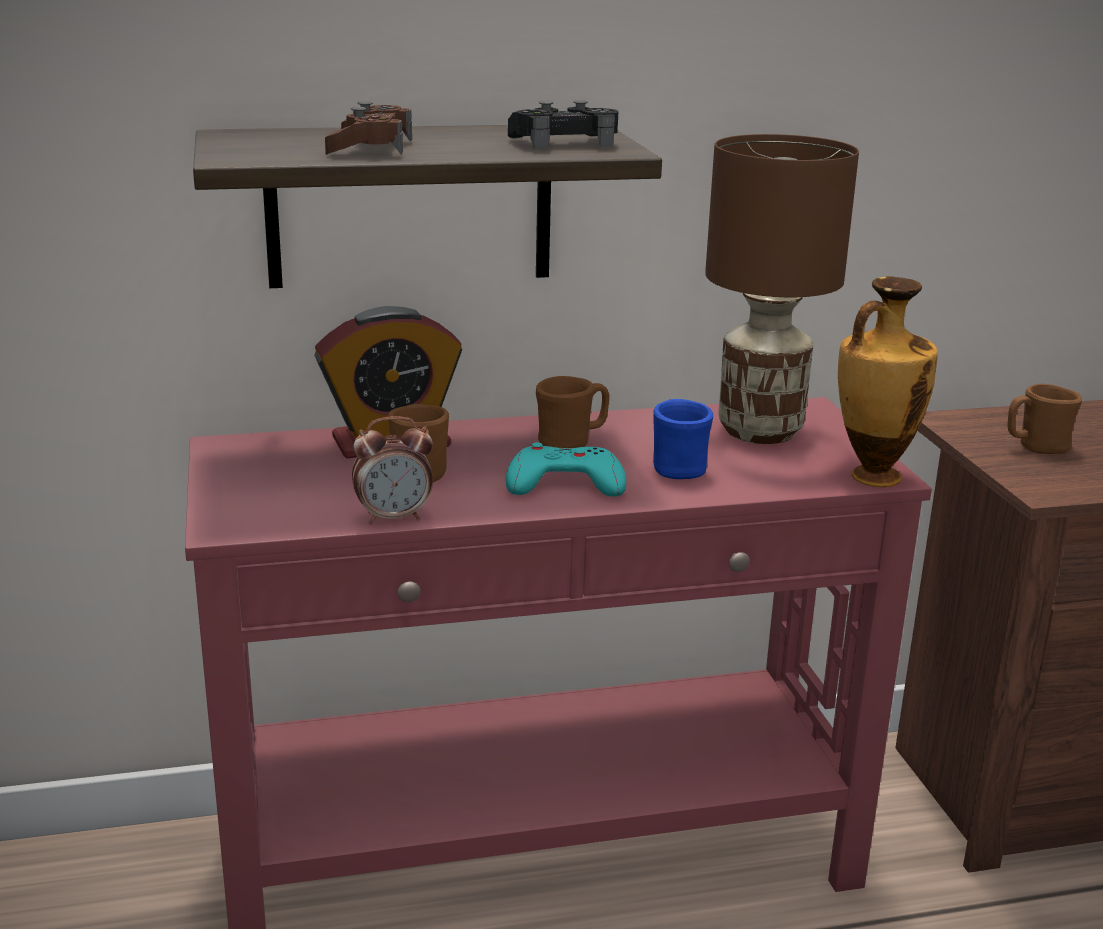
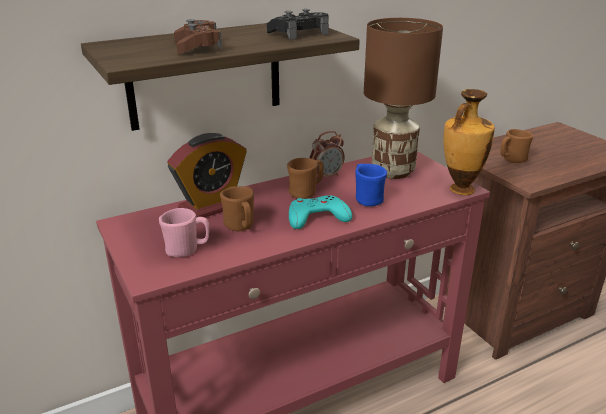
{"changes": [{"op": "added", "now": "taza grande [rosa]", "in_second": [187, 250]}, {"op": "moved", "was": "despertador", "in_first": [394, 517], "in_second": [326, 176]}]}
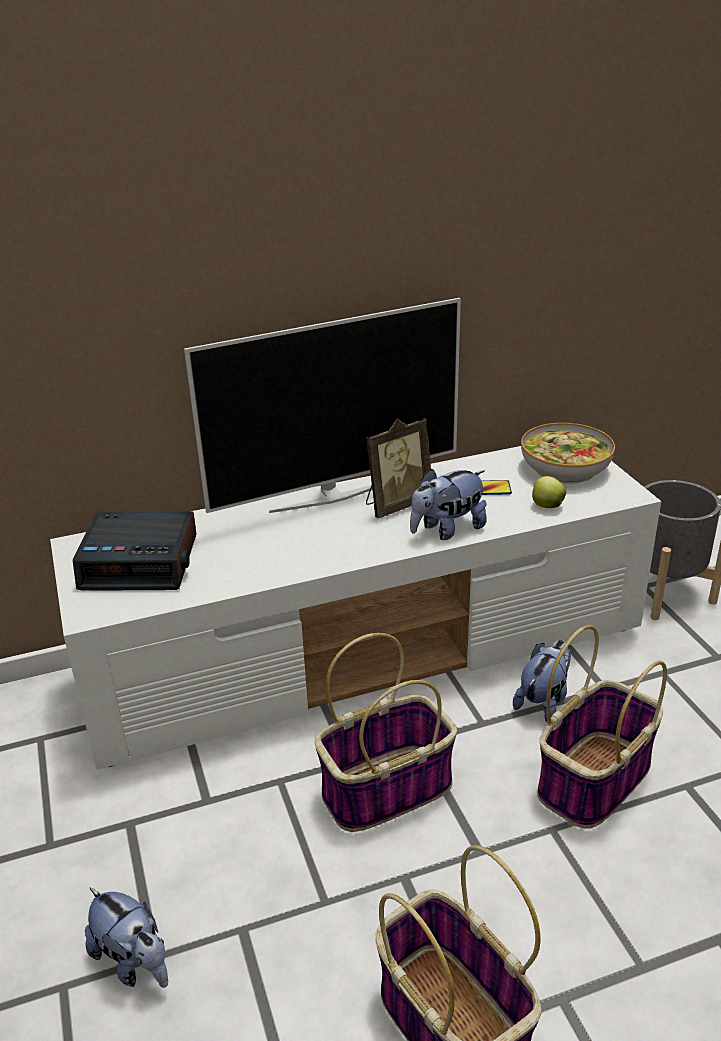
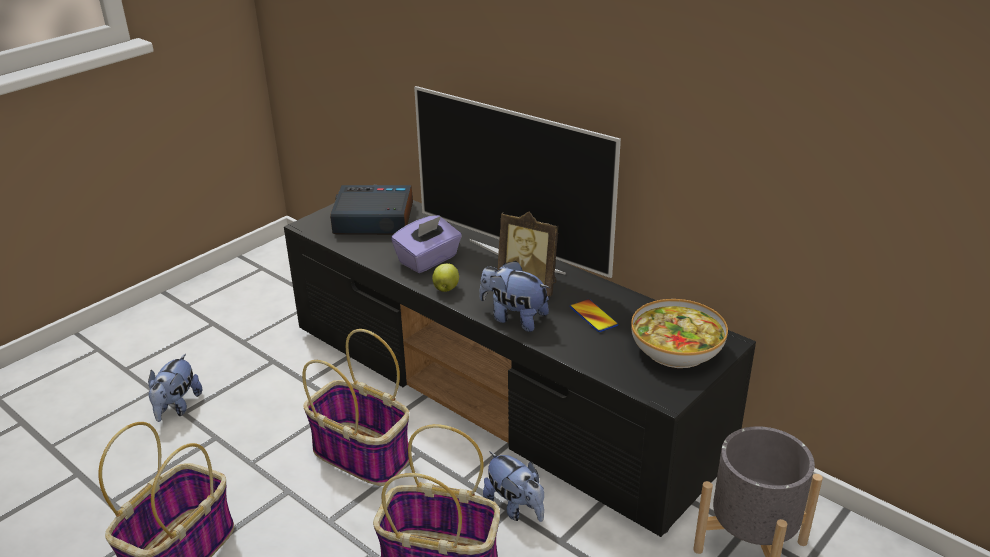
{"changes": [{"op": "recoloured", "was": "mueble de televisión [blanco]", "now": "mueble de televisión [negro]", "in_first": [367, 651], "in_second": [500, 393]}, {"op": "turned", "was": "despertador", "in_first": [141, 562], "in_second": [372, 220], "clockwise": 120}, {"op": "added", "now": "caja de pañuelos [morado]", "in_second": [428, 260]}, {"op": "moved", "was": "manzana", "in_first": [546, 505], "in_second": [446, 289]}, {"op": "turned", "was": "peluche", "in_first": [543, 701], "in_second": [515, 507], "clockwise": 45}]}
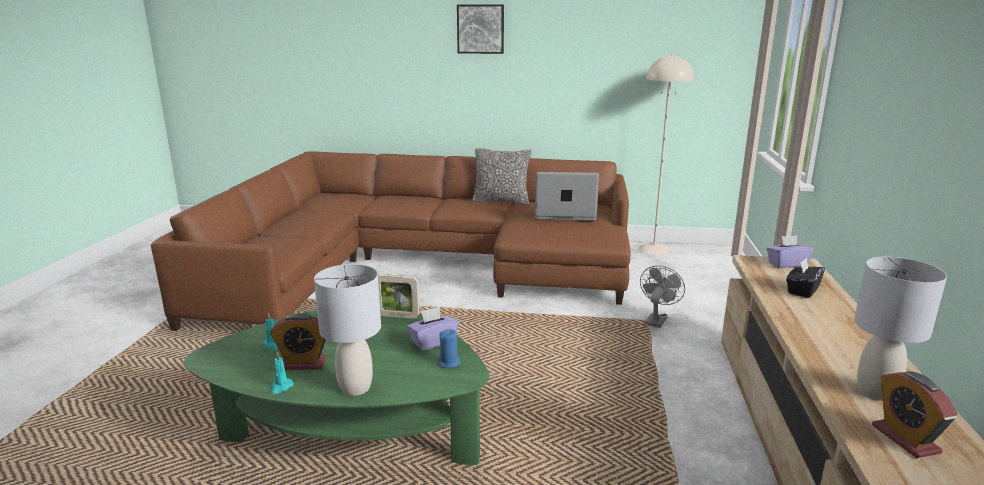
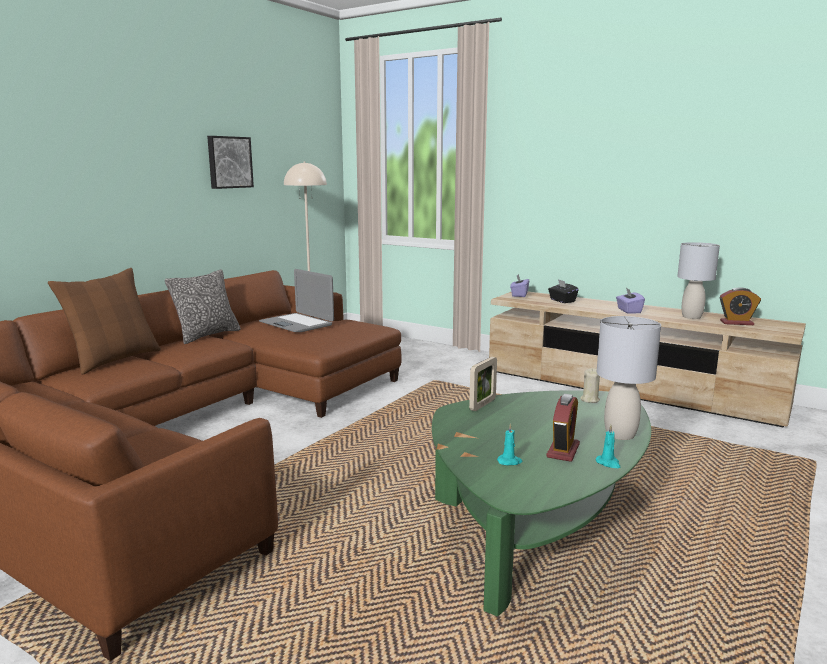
{"changes": [{"op": "added", "now": "cojín [marrón]", "in_second": [114, 360]}, {"op": "moved", "was": "cuadro", "in_first": [480, 29], "in_second": [229, 162]}, {"op": "turned", "was": "portátil", "in_first": [564, 214], "in_second": [297, 324], "clockwise": -75}, {"op": "recoloured", "was": "vela [azul]", "now": "vela [beis]", "in_first": [449, 363], "in_second": [589, 399]}, {"op": "moved", "was": "caja de pañuelos [morado]", "in_first": [433, 342], "in_second": [628, 311]}, {"op": "removed", "was": "ventilador [gris]", "in_first": [656, 319]}]}
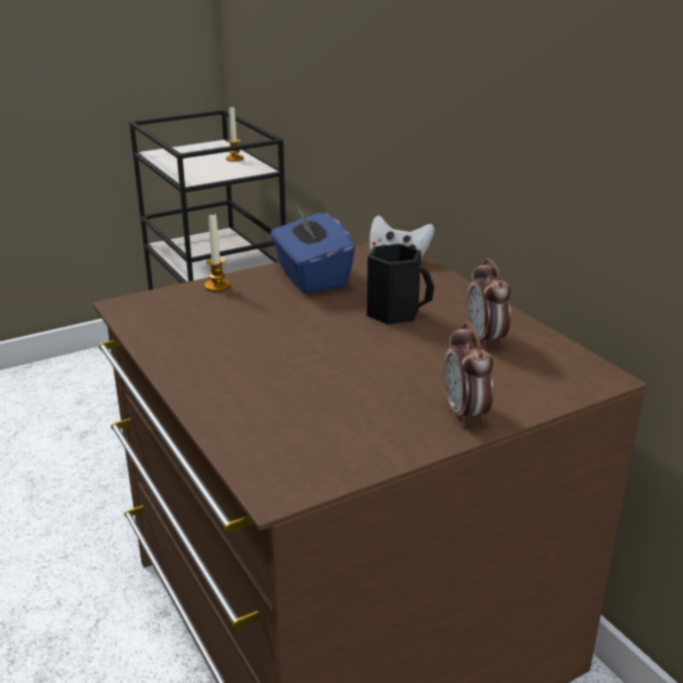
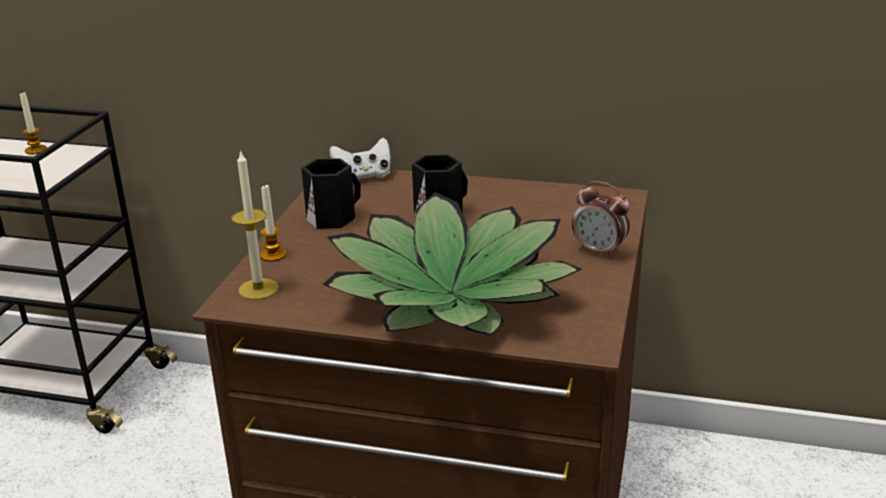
{"changes": [{"op": "added", "now": "vela", "in_second": [258, 289]}, {"op": "replaced", "was": "caja de pañuelos [azul]", "now": "taza grande [negro]", "in_first": [311, 277], "in_second": [332, 217]}, {"op": "added", "now": "planta en maceta", "in_second": [450, 293]}, {"op": "removed", "was": "despertador", "in_first": [486, 339]}]}
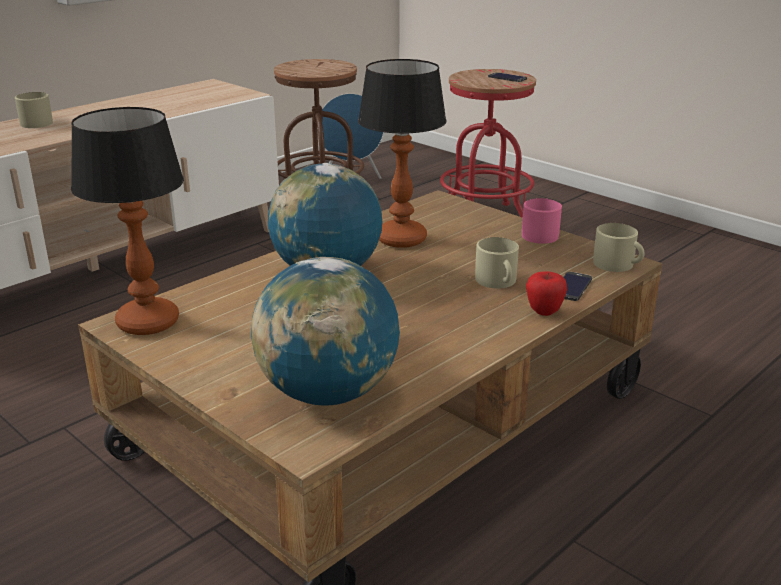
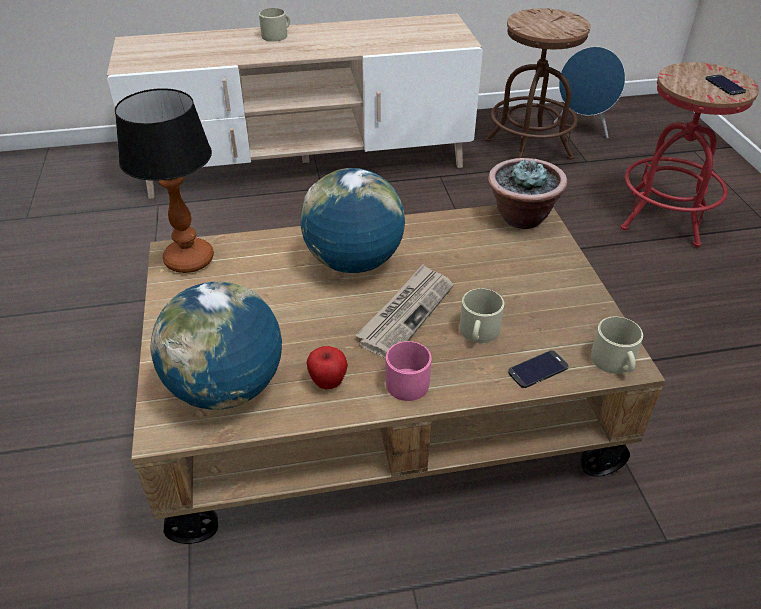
{"changes": [{"op": "moved", "was": "manzana", "in_first": [544, 312], "in_second": [328, 382]}, {"op": "added", "now": "periódico", "in_second": [406, 313]}, {"op": "moved", "was": "taza grande [rosa]", "in_first": [538, 234], "in_second": [409, 380]}, {"op": "added", "now": "planta en maceta", "in_second": [521, 217]}, {"op": "removed", "was": "lámpara de mesa", "in_first": [401, 239]}]}
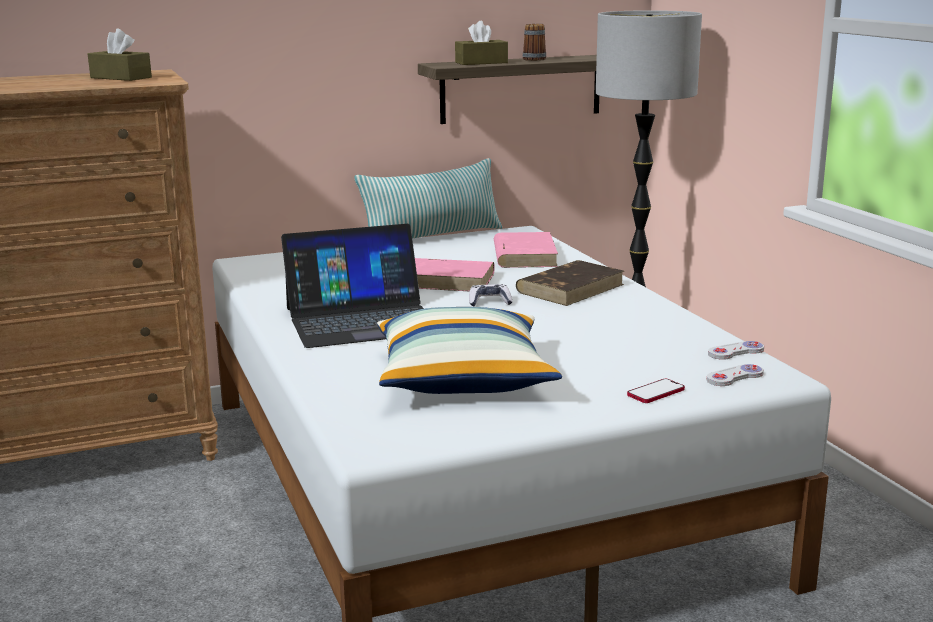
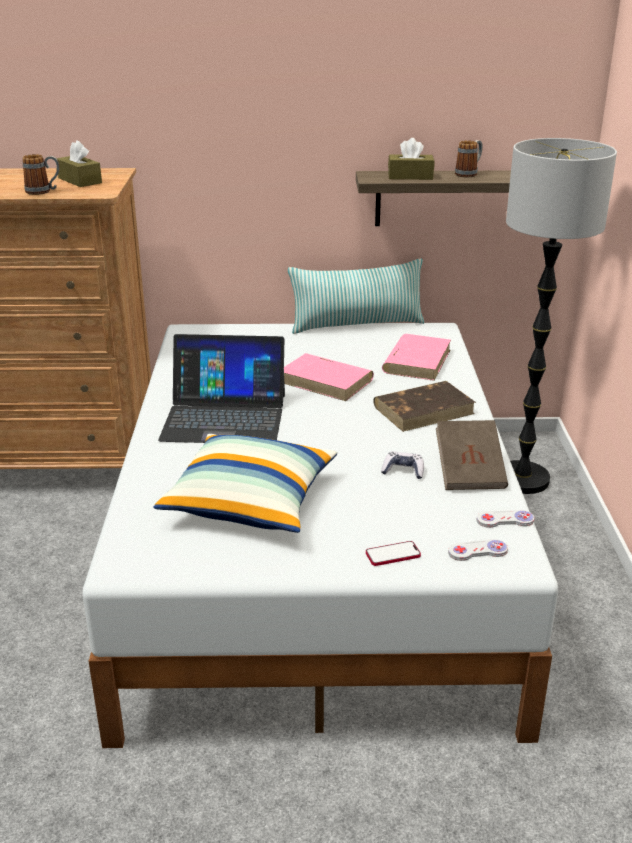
{"changes": [{"op": "added", "now": "taza grande", "in_second": [43, 191]}, {"op": "moved", "was": "mando de consola", "in_first": [489, 302], "in_second": [403, 471]}, {"op": "added", "now": "libro [marrón]", "in_second": [469, 472]}]}
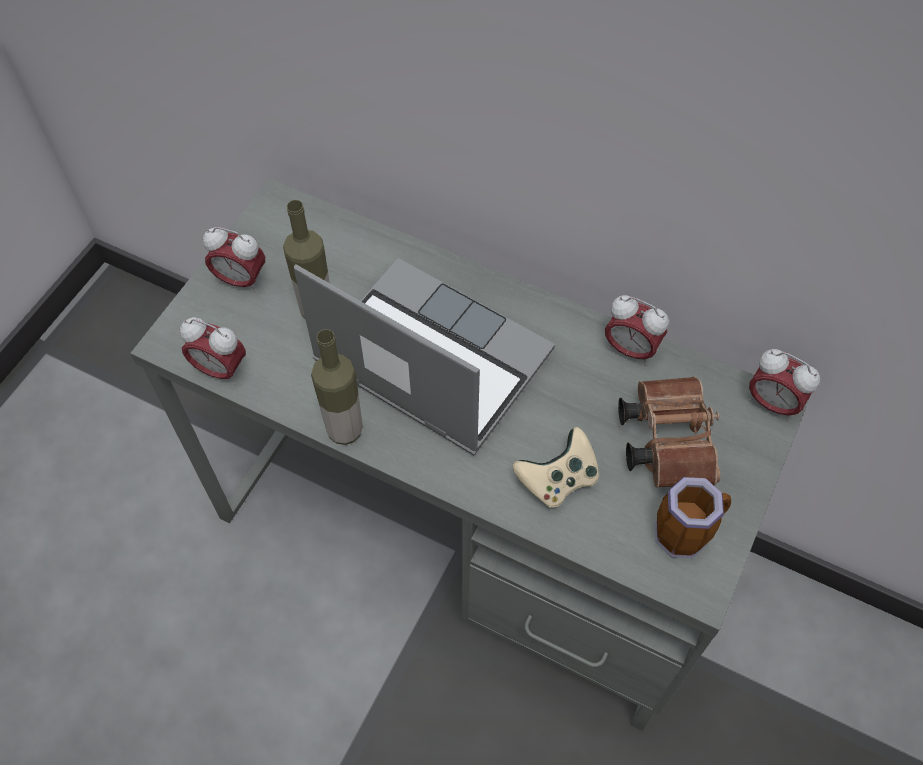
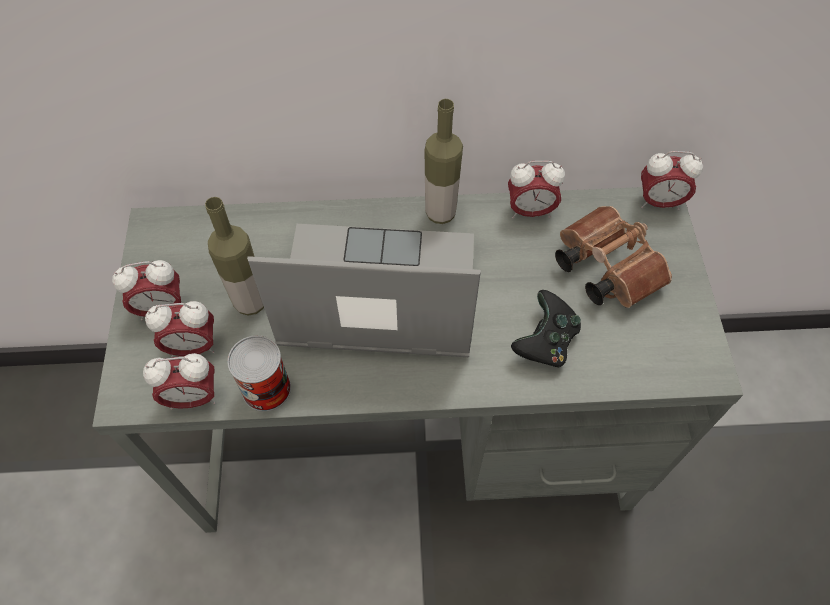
{"changes": [{"op": "added", "now": "despertador", "in_second": [193, 347]}, {"op": "added", "now": "lata", "in_second": [266, 388]}, {"op": "moved", "was": "botella", "in_first": [345, 430], "in_second": [440, 213]}, {"op": "recoloured", "was": "mando de consola [beis]", "now": "mando de consola [negro]", "in_first": [557, 479], "in_second": [545, 341]}, {"op": "removed", "was": "taza grande", "in_first": [684, 531]}]}
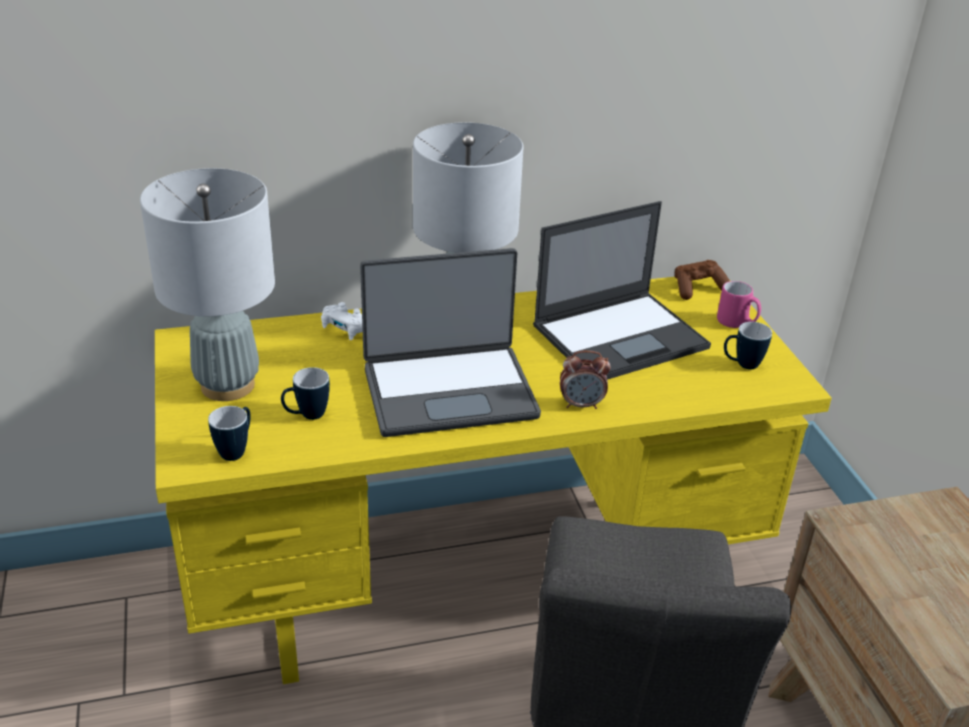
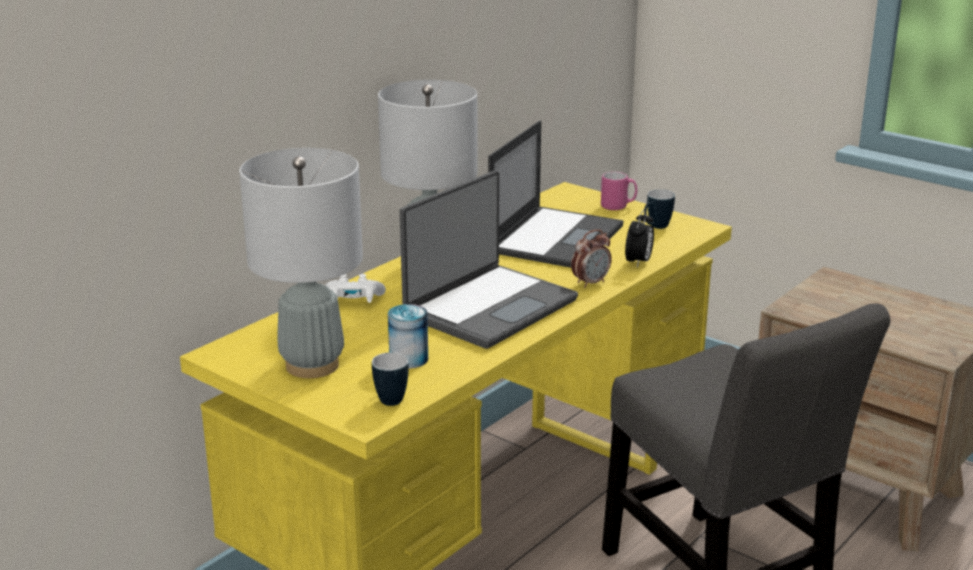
{"changes": [{"op": "replaced", "was": "taza grande", "now": "lata", "in_first": [306, 416], "in_second": [408, 359]}, {"op": "added", "now": "despertador", "in_second": [638, 262]}, {"op": "removed", "was": "mando de consola [marrón]", "in_first": [698, 288]}]}
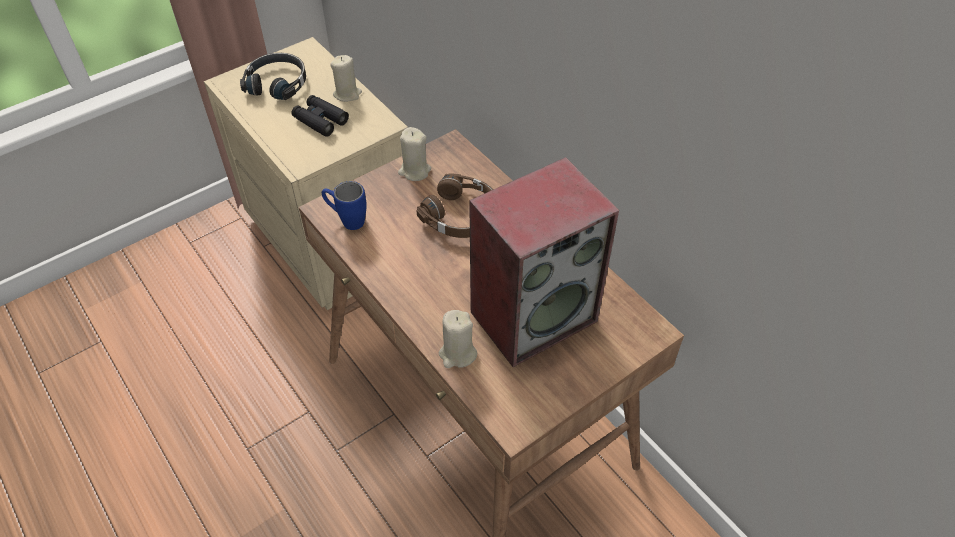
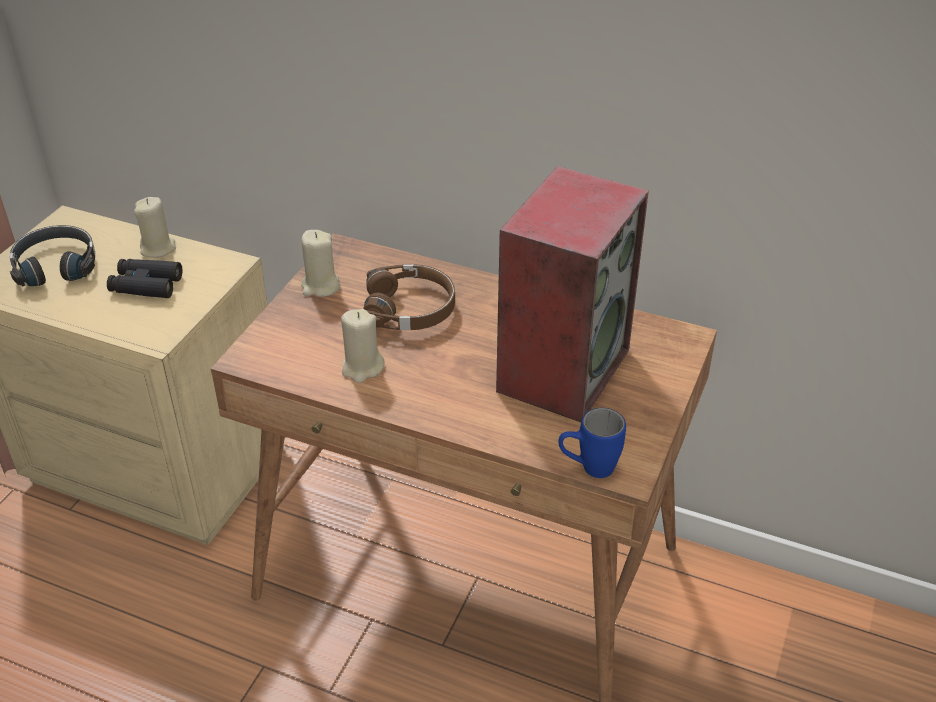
{"changes": [{"op": "moved", "was": "vela [beis]", "in_first": [457, 354], "in_second": [362, 368]}, {"op": "moved", "was": "taza grande [azul]", "in_first": [347, 220], "in_second": [588, 468]}]}
